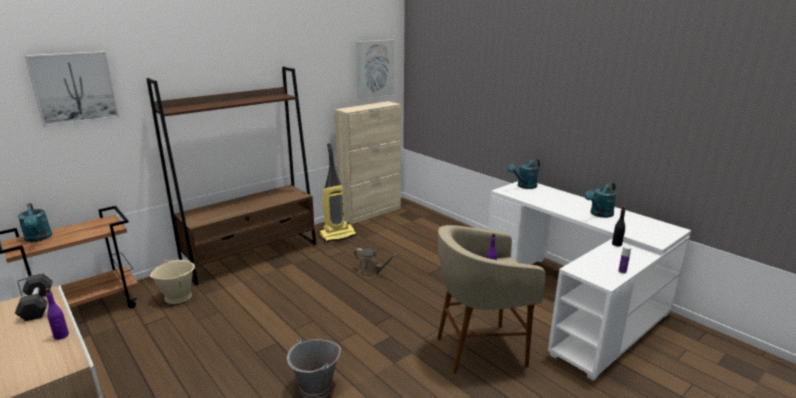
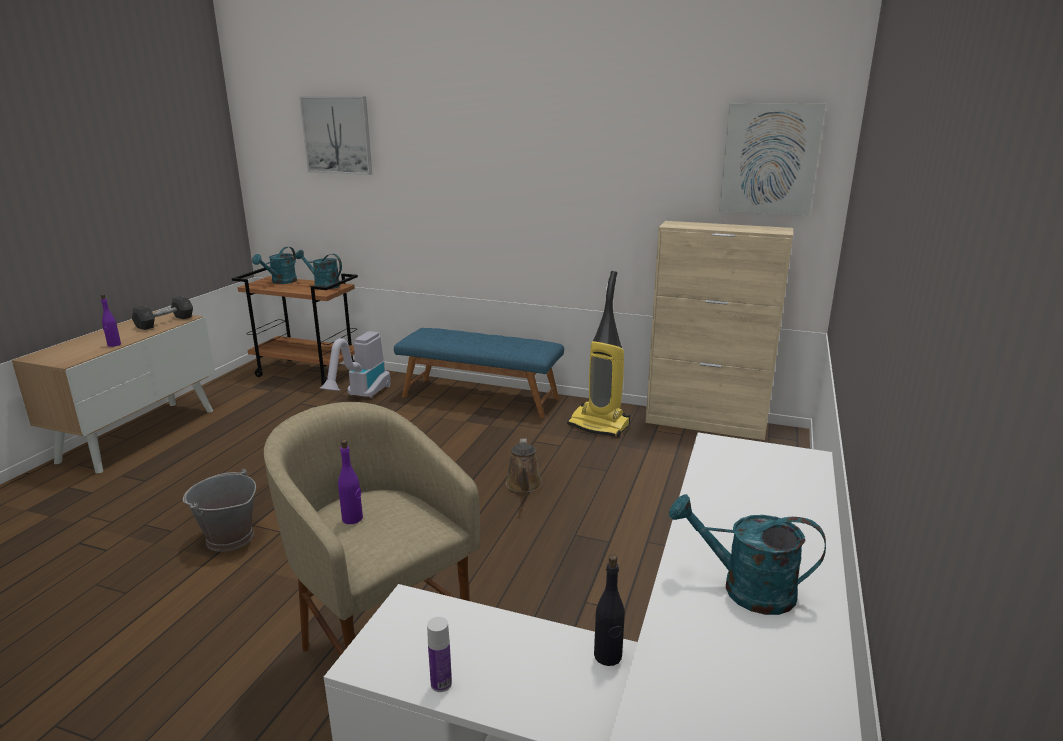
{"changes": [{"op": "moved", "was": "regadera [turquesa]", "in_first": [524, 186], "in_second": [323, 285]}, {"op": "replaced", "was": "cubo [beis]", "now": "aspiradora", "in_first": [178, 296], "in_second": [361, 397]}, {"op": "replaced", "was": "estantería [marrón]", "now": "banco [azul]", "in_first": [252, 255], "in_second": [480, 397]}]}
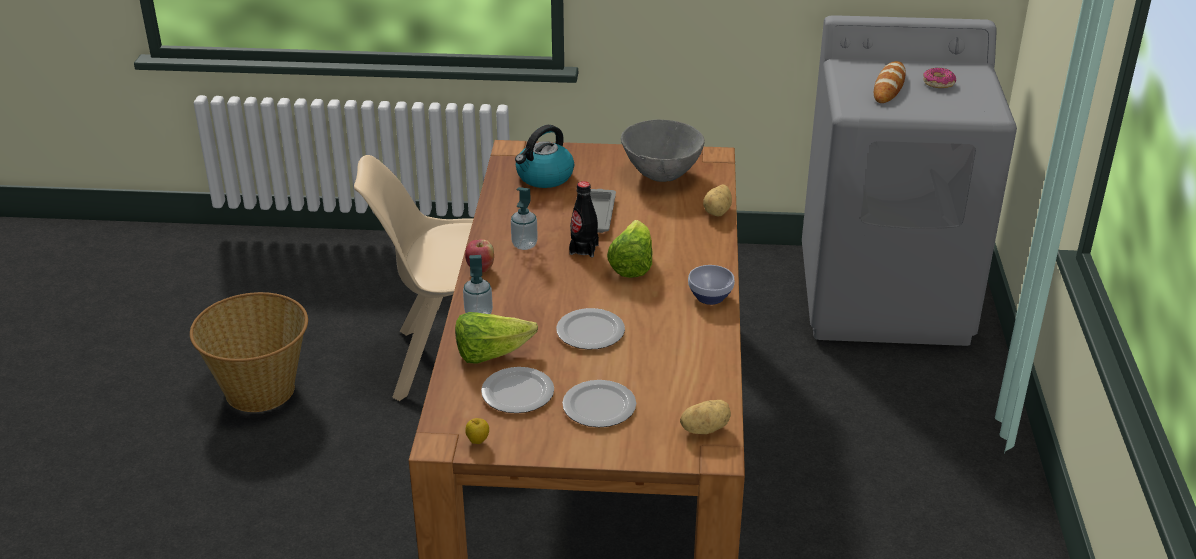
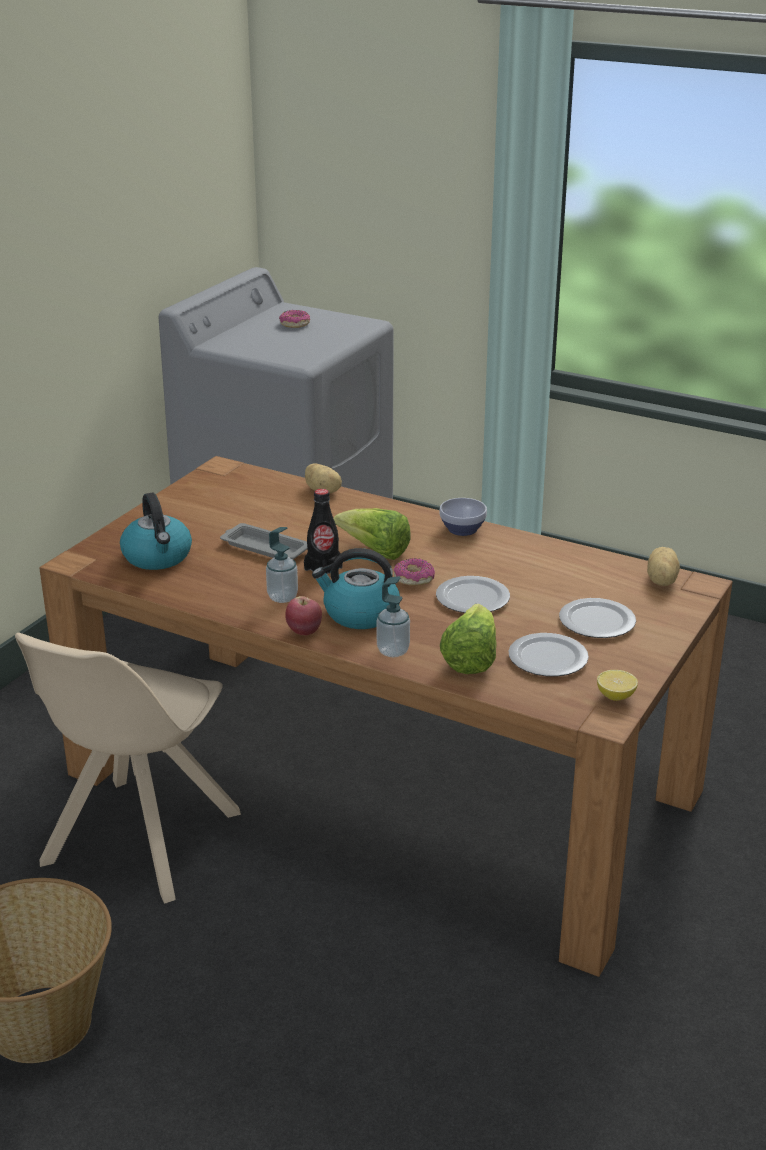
{"changes": [{"op": "added", "now": "hervidor", "in_second": [359, 614]}, {"op": "added", "now": "rosquilla", "in_second": [413, 578]}, {"op": "replaced", "was": "manzana", "now": "limón", "in_first": [478, 441], "in_second": [616, 696]}, {"op": "removed", "was": "cuenco [gris]", "in_first": [661, 175]}, {"op": "removed", "was": "pan", "in_first": [889, 86]}]}
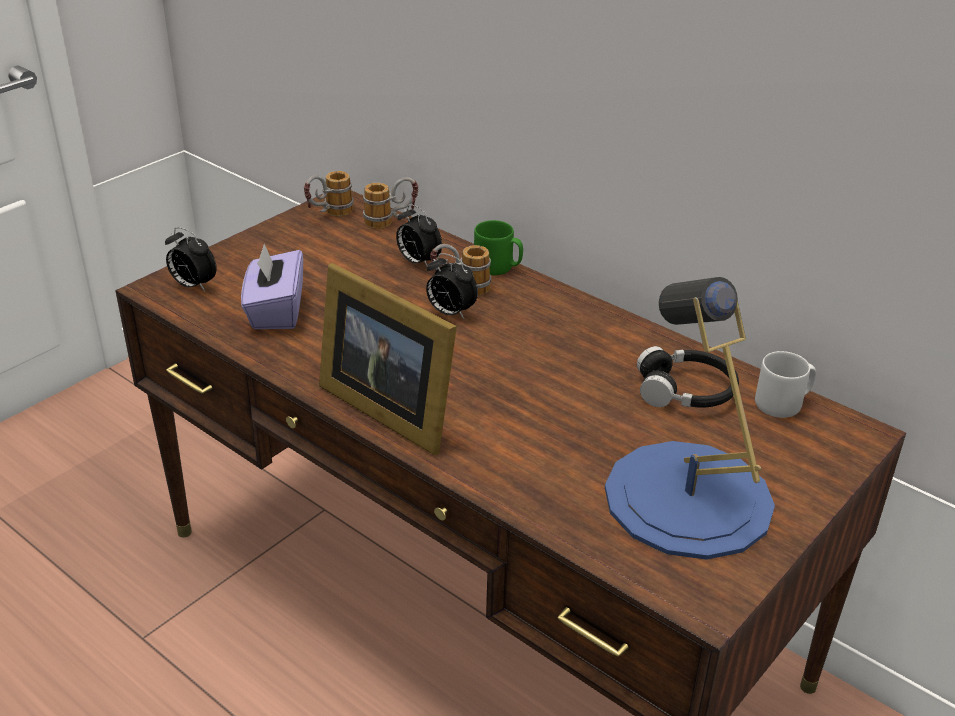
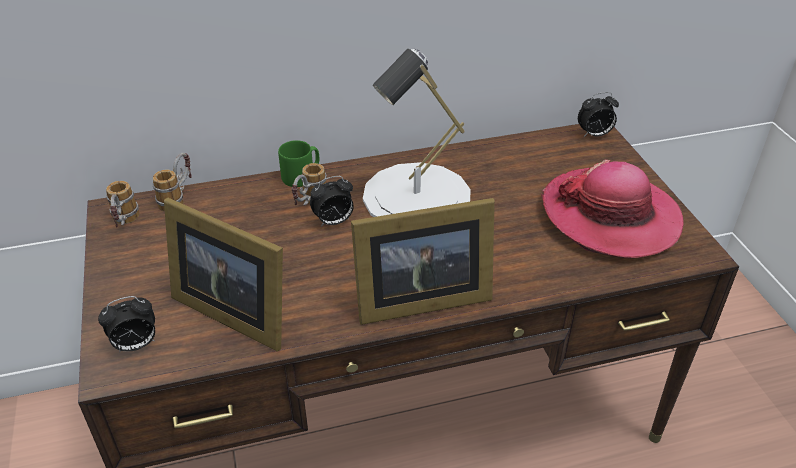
{"changes": [{"op": "replaced", "was": "caja de pañuelos [morado]", "now": "portarretratos", "in_first": [275, 311], "in_second": [233, 309]}, {"op": "added", "now": "lámpara de mesa [blanco]", "in_second": [417, 196]}, {"op": "replaced", "was": "lámpara de mesa [azul]", "now": "sombrero", "in_first": [687, 498], "in_second": [610, 216]}, {"op": "moved", "was": "despertador", "in_first": [418, 262], "in_second": [594, 135]}, {"op": "removed", "was": "auriculares [negro]", "in_first": [686, 391]}, {"op": "removed", "was": "taza grande [gris]", "in_first": [783, 403]}]}
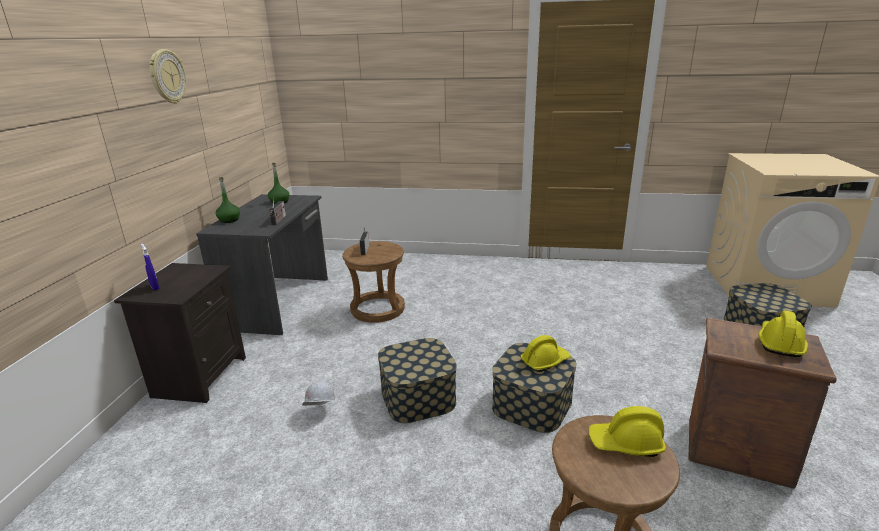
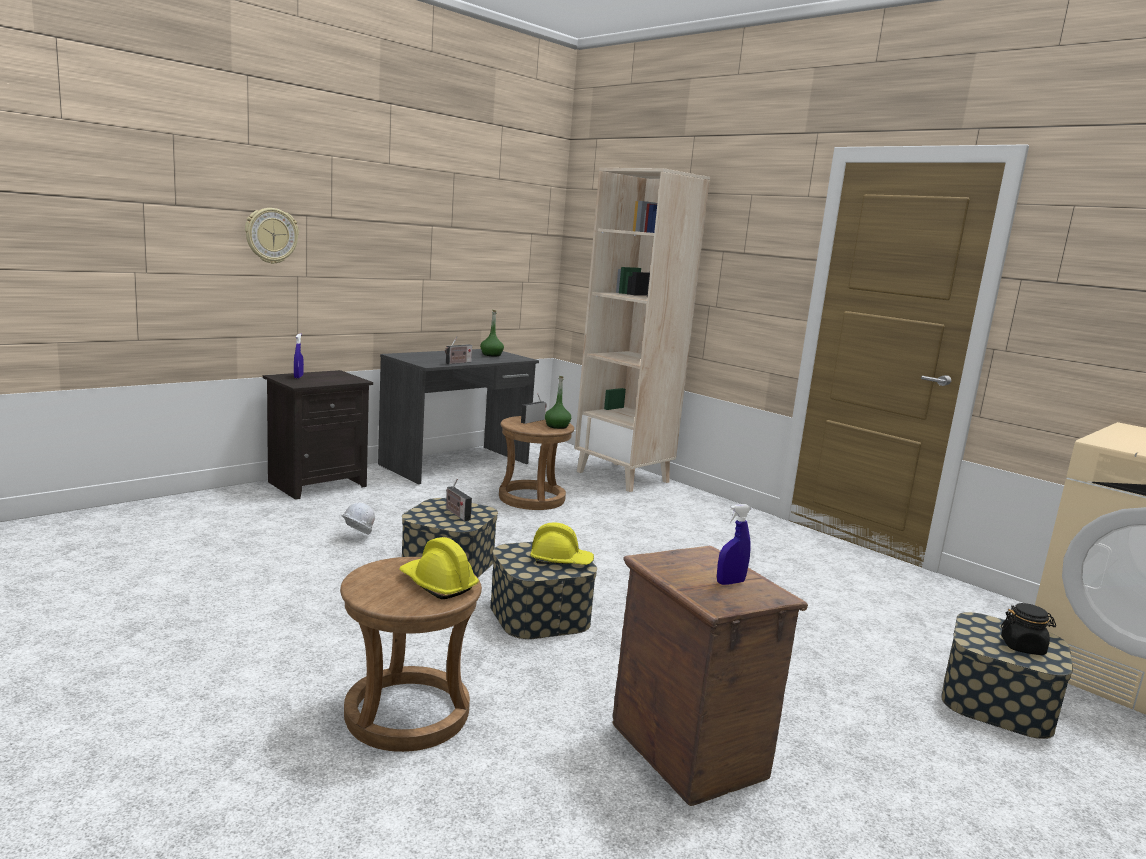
{"changes": [{"op": "moved", "was": "reloj de pared", "in_first": [167, 77], "in_second": [271, 236]}, {"op": "added", "now": "radio", "in_second": [456, 513]}, {"op": "moved", "was": "botella [verde]", "in_first": [229, 220], "in_second": [557, 426]}, {"op": "added", "now": "estantería [beis]", "in_second": [623, 477]}, {"op": "replaced", "was": "casco [amarillo]", "now": "pulverizador [azul]", "in_first": [779, 343], "in_second": [730, 582]}, {"op": "added", "now": "tarro [negro]", "in_second": [1023, 647]}]}
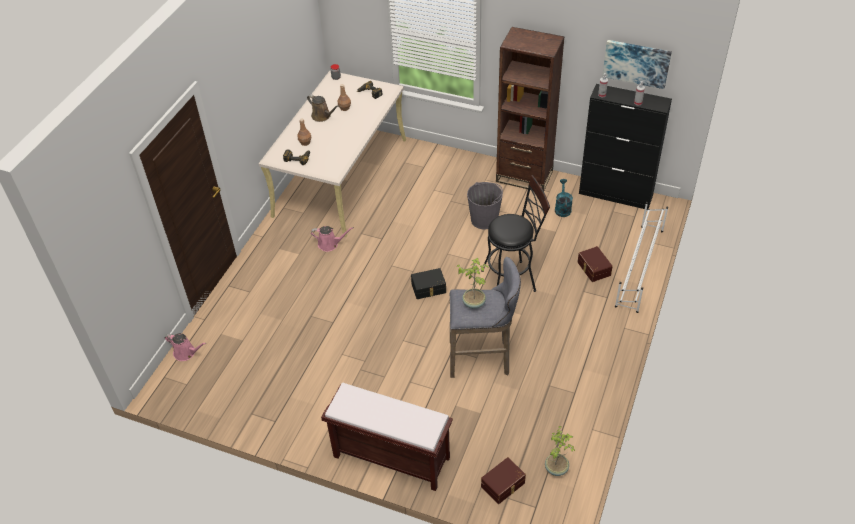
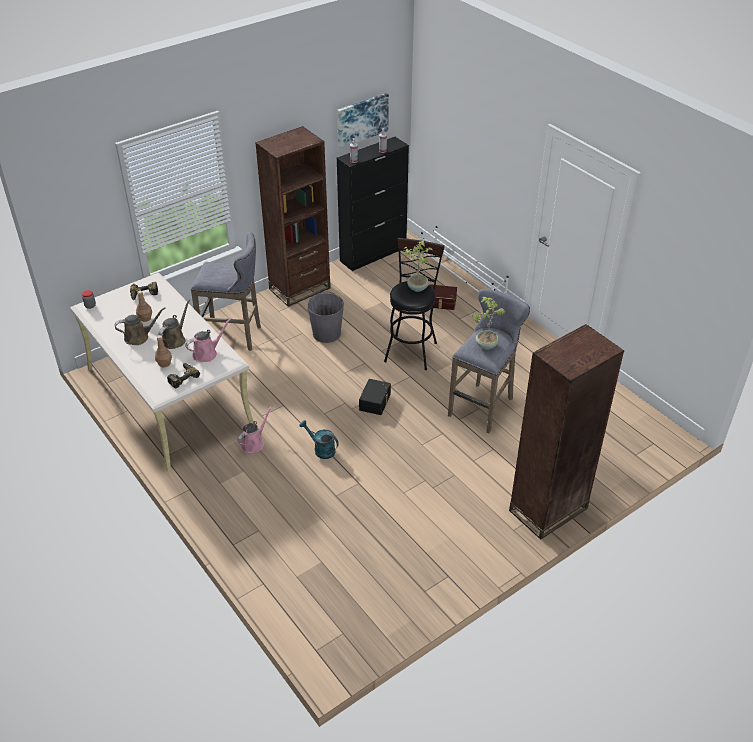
{"changes": [{"op": "added", "now": "regadera [marrón]", "in_second": [175, 339]}, {"op": "moved", "was": "regadera [rosa]", "in_first": [186, 353], "in_second": [207, 353]}, {"op": "added", "now": "taburete [gris]", "in_second": [234, 336]}, {"op": "moved", "was": "regadera [turquesa]", "in_first": [562, 208], "in_second": [321, 449]}, {"op": "moved", "was": "planta en maceta", "in_first": [557, 468], "in_second": [417, 287]}, {"op": "replaced", "was": "banco [marrón]", "now": "estantería [marrón]", "in_first": [390, 457], "in_second": [548, 509]}, {"op": "removed", "was": "caja de almacenaje [marrón]", "in_first": [503, 485]}]}
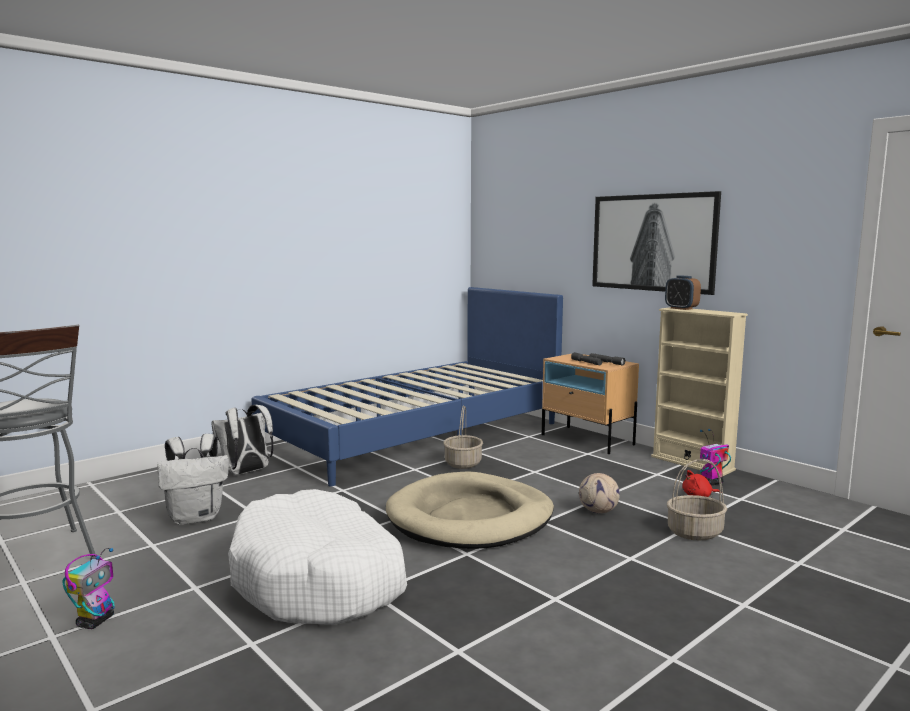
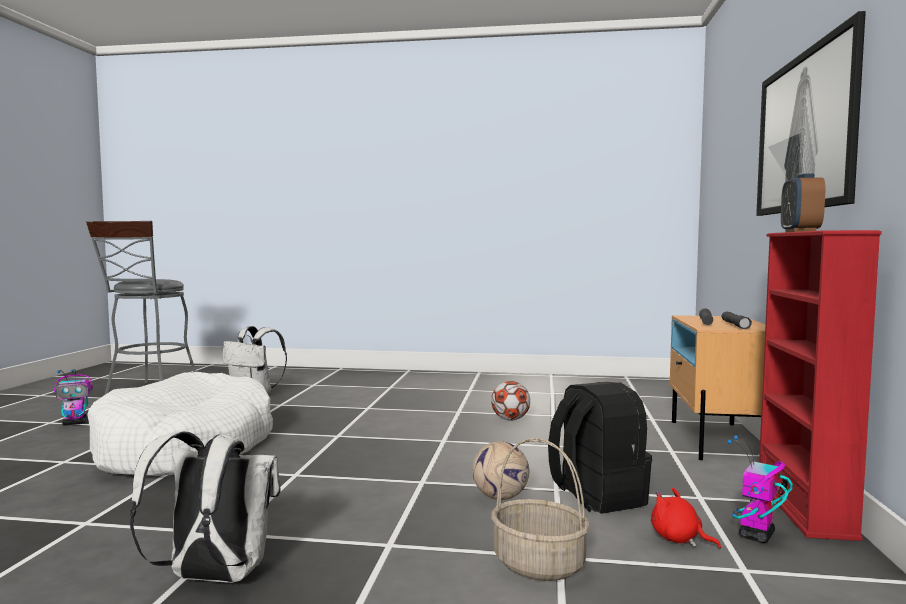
{"changes": [{"op": "moved", "was": "mochila [blanco]", "in_first": [246, 472], "in_second": [213, 577]}, {"op": "replaced", "was": "cesta", "now": "balón de fútbol", "in_first": [462, 463], "in_second": [510, 419]}, {"op": "added", "now": "mochila [negro]", "in_second": [596, 496]}, {"op": "turned", "was": "robot de juguete", "in_first": [711, 483], "in_second": [756, 536], "clockwise": -75}, {"op": "recoloured", "was": "estantería [beis]", "now": "estantería [rojo]", "in_first": [692, 463], "in_second": [803, 507]}, {"op": "removed", "was": "cama [azul]", "in_first": [416, 435]}, {"op": "removed", "was": "cama para perro [beis]", "in_first": [470, 518]}]}
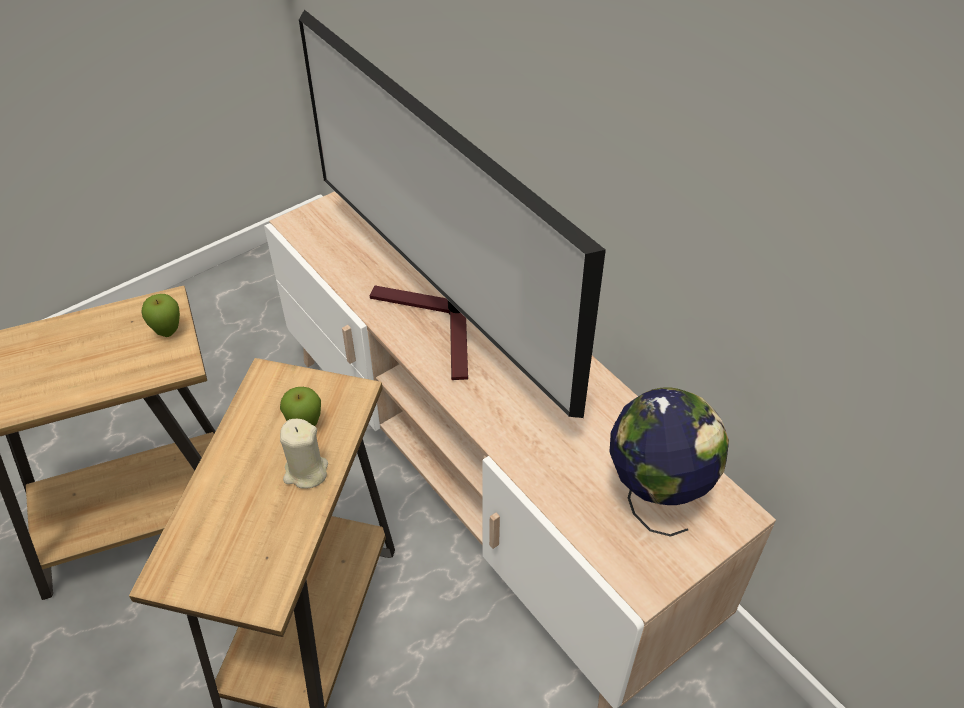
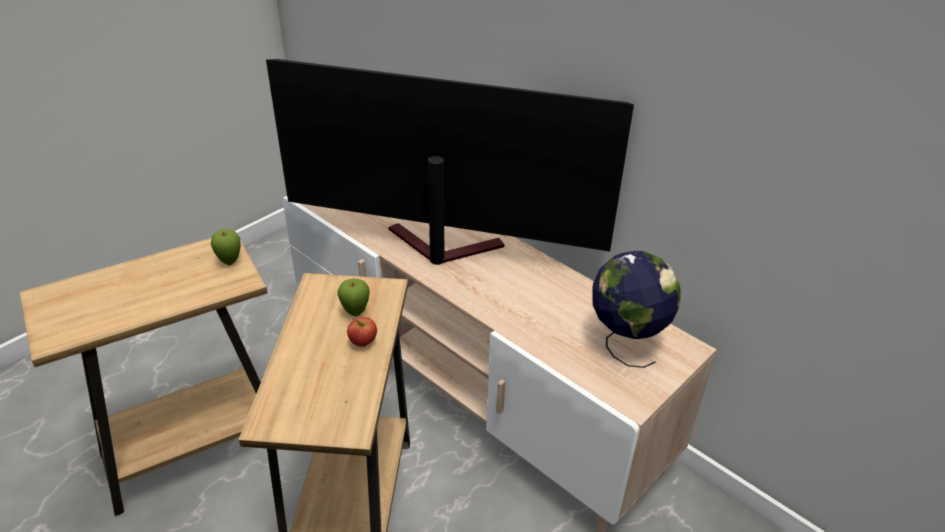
{"changes": [{"op": "turned", "was": "televisor", "in_first": [442, 324], "in_second": [437, 249], "clockwise": 150}, {"op": "replaced", "was": "vela [beis]", "now": "manzana", "in_first": [305, 472], "in_second": [363, 342]}]}
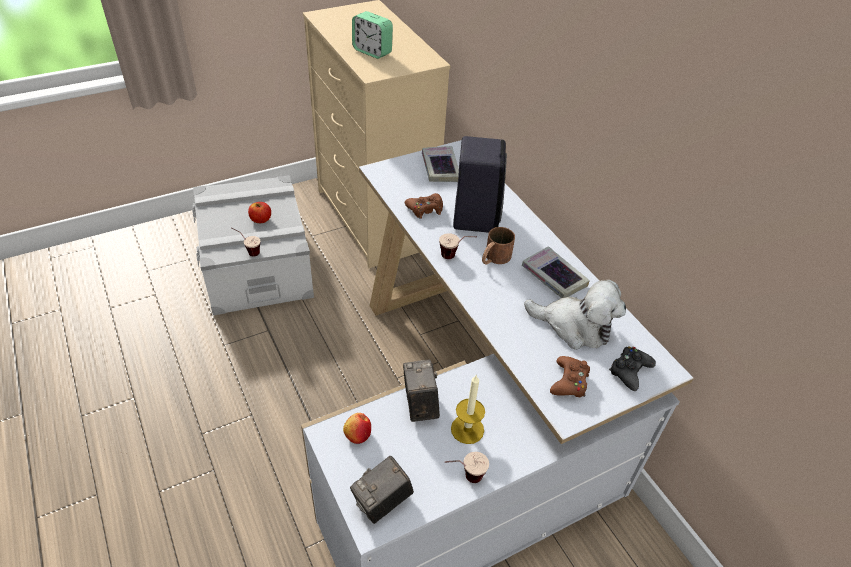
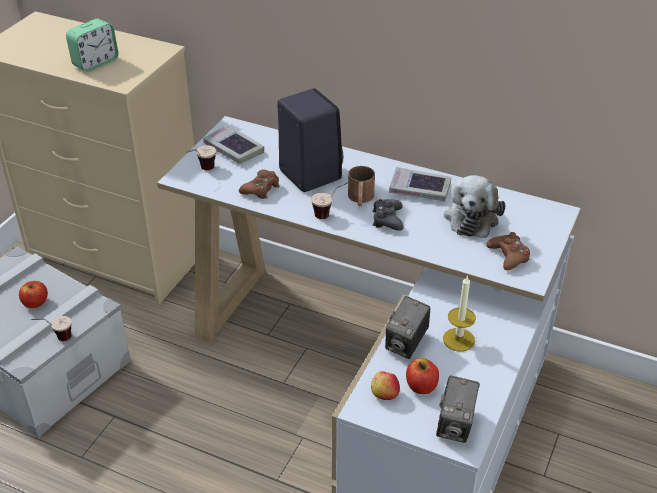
{"changes": [{"op": "turned", "was": "despertador", "in_first": [372, 51], "in_second": [95, 63], "clockwise": -45}, {"op": "moved", "was": "taza", "in_first": [464, 478], "in_second": [202, 170]}, {"op": "moved", "was": "mando de consola [negro]", "in_first": [629, 371], "in_second": [387, 219]}, {"op": "turned", "was": "cámara", "in_first": [420, 404], "in_second": [406, 344], "clockwise": -105}, {"op": "added", "now": "manzana", "in_second": [421, 386]}, {"op": "turned", "was": "peluche", "in_first": [574, 326], "in_second": [472, 217], "clockwise": 120}]}
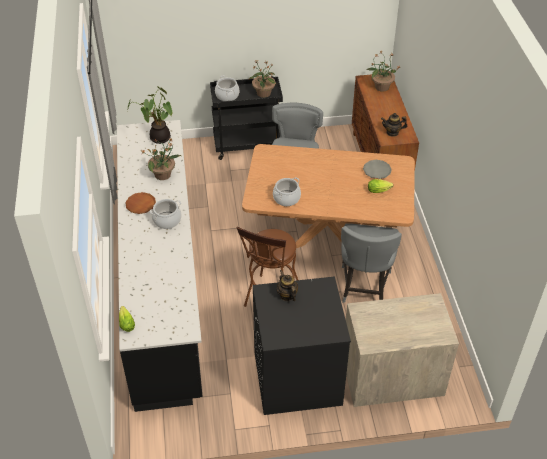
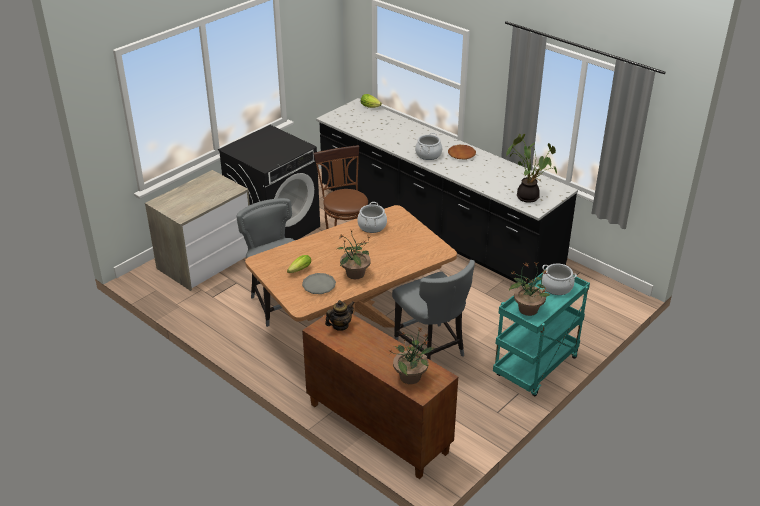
{"changes": [{"op": "moved", "was": "planta en maceta", "in_first": [163, 174], "in_second": [355, 274]}, {"op": "recoloured", "was": "carrito [negro]", "now": "carrito [turquesa]", "in_first": [248, 145], "in_second": [536, 368]}, {"op": "removed", "was": "tetera", "in_first": [287, 295]}]}
